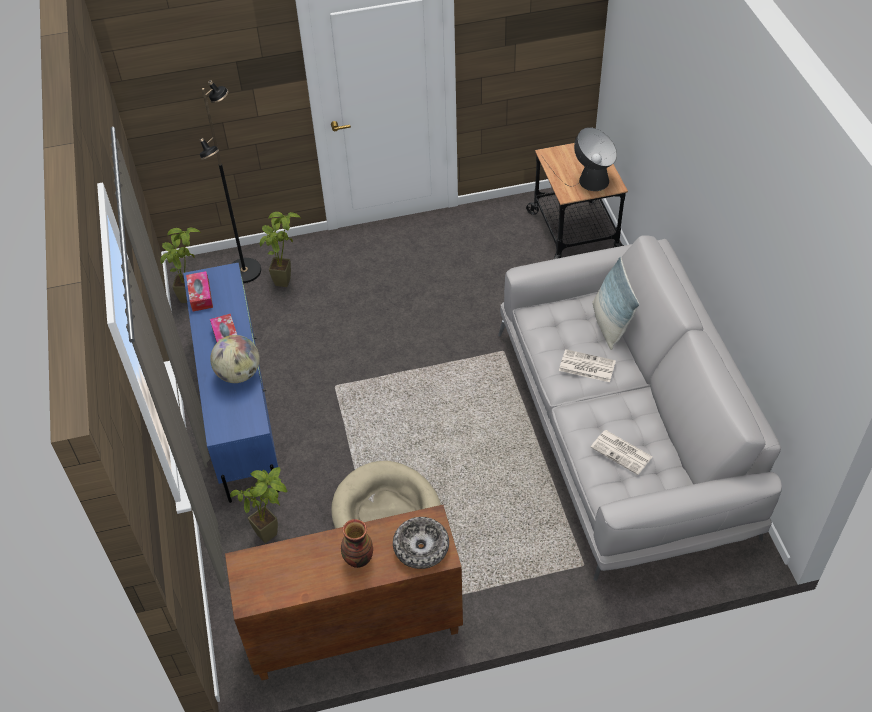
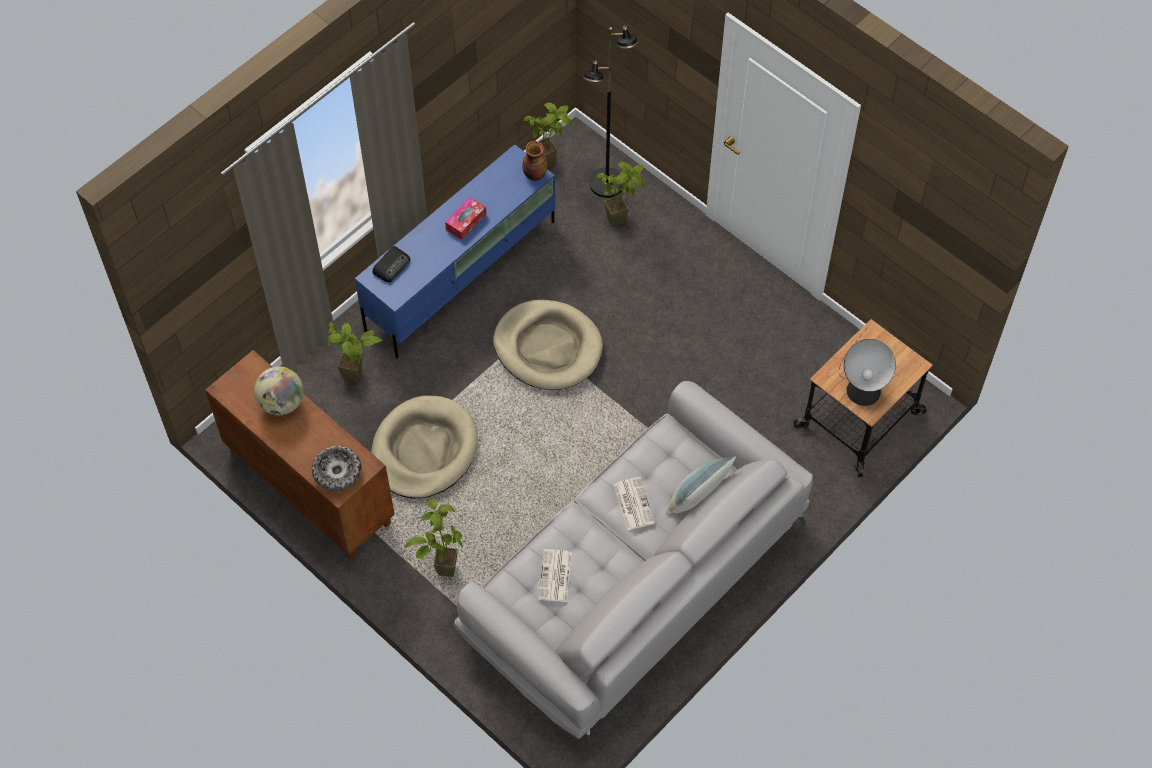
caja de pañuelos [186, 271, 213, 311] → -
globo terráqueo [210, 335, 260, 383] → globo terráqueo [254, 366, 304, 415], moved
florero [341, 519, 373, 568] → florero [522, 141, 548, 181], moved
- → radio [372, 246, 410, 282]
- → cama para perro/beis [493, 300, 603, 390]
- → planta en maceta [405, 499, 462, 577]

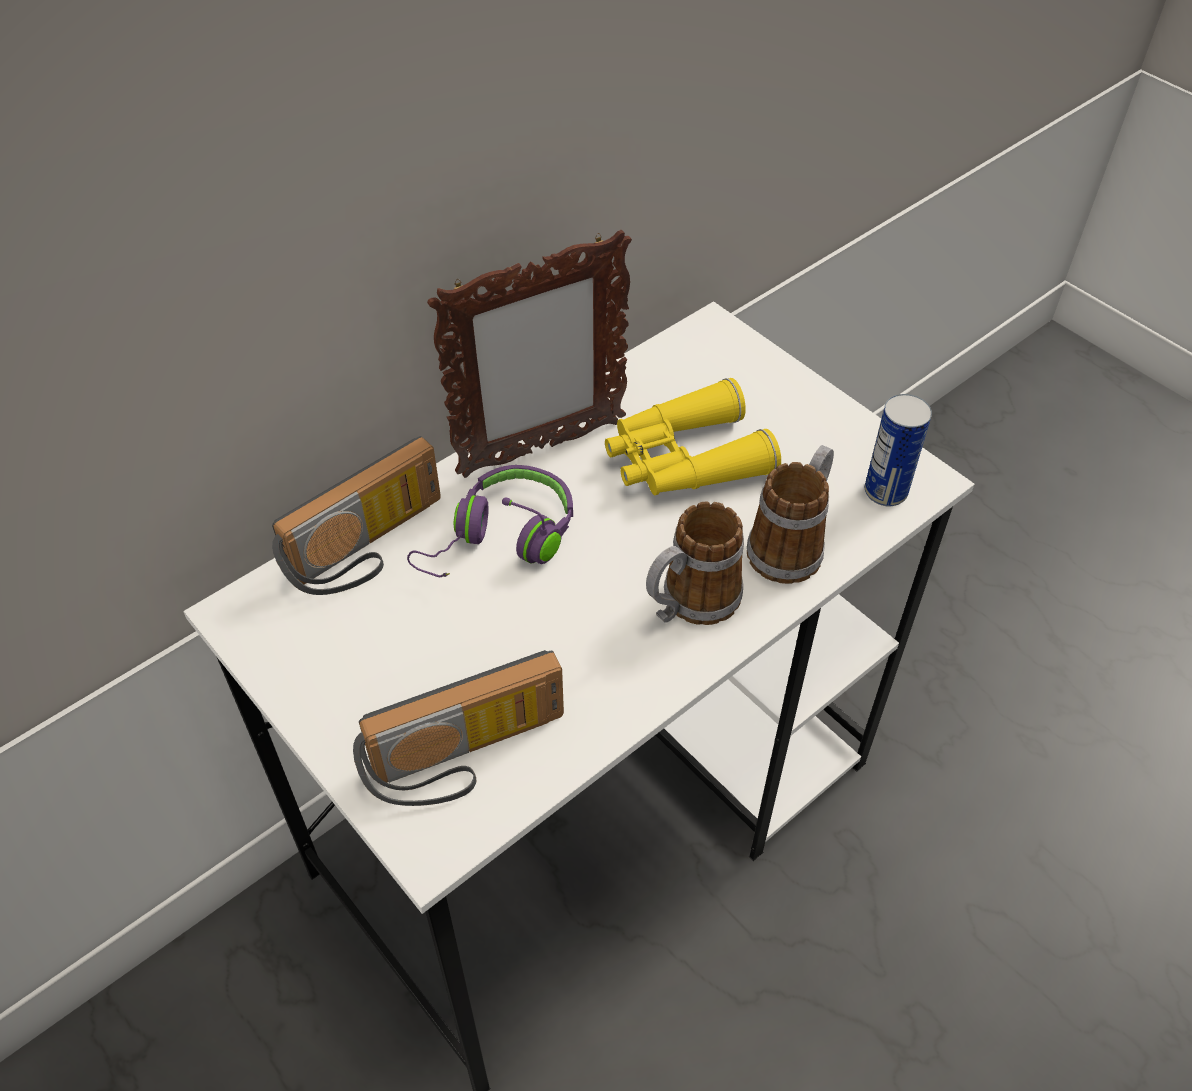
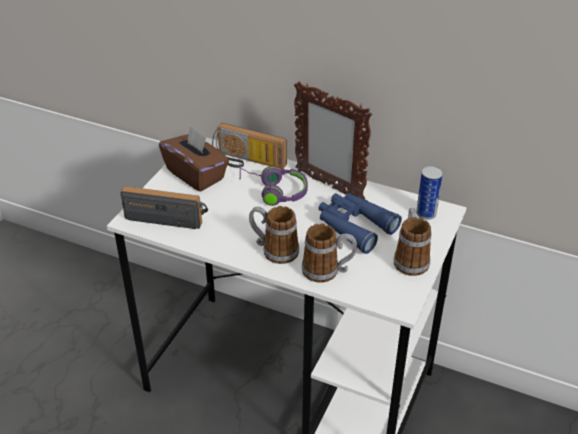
prismáticos/amarillo [605, 378, 781, 495] → prismáticos/azul [318, 193, 402, 254]
lata [865, 394, 932, 506] → lata [416, 166, 443, 220], moved
radio [353, 650, 564, 806] → radio [121, 186, 208, 229], 150 degrees clockwise
- → caja de pañuelos/marrón [159, 126, 229, 192]
- → taza grande [394, 208, 431, 276]

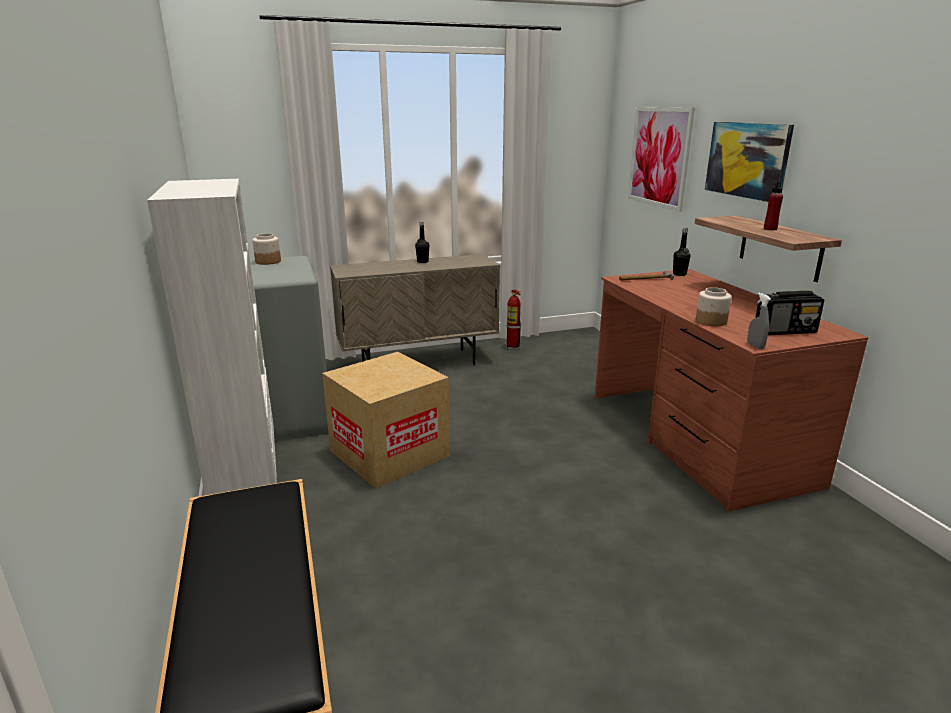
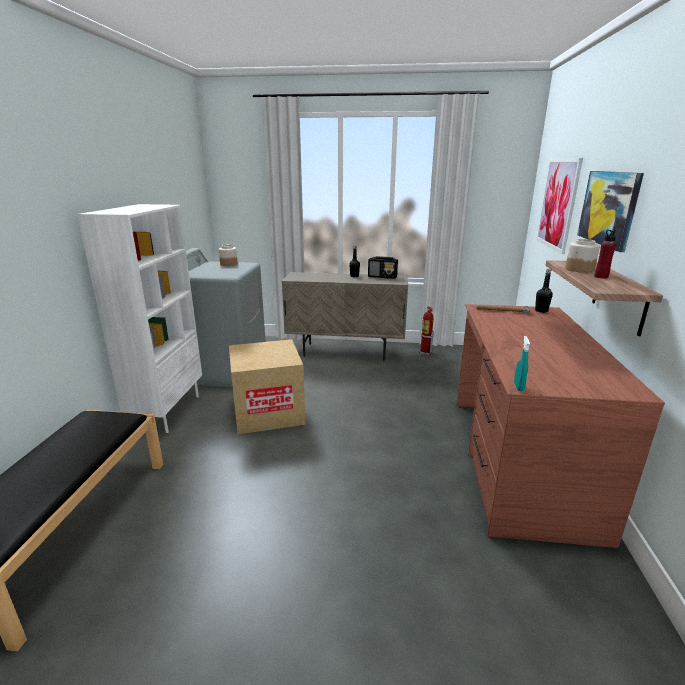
tarro [696, 287, 731, 326] → tarro [565, 239, 600, 273], moved
radio [755, 291, 824, 335] → radio [368, 256, 398, 279], moved
pulverizador/gris [747, 293, 771, 349] → pulverizador/turquesa [514, 336, 530, 391]

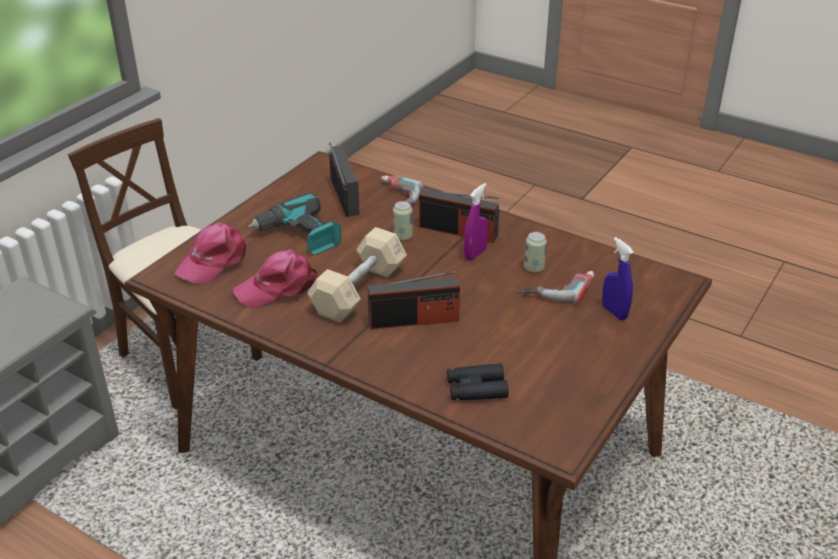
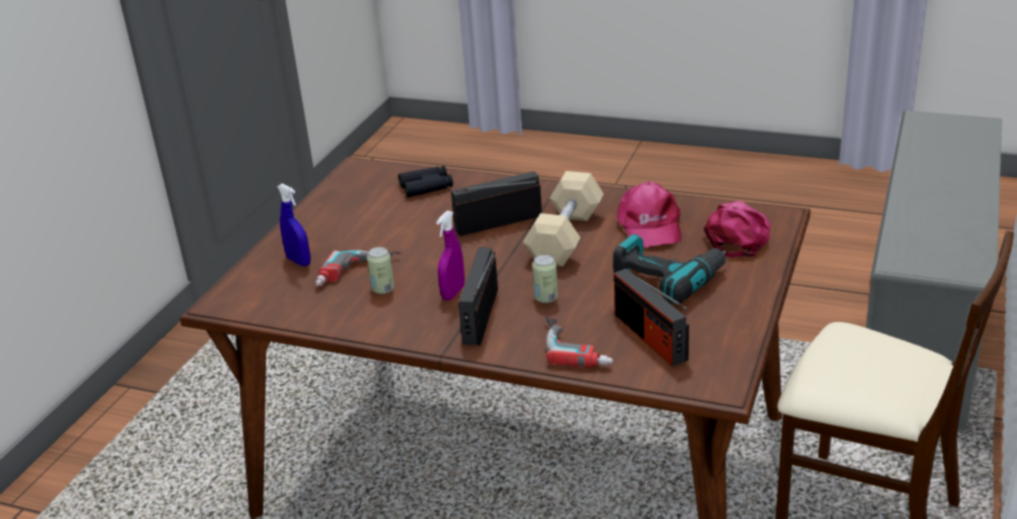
radio [419, 188, 499, 243] → radio [458, 247, 498, 345], 90 degrees counterclockwise
gorra/rosa [233, 250, 318, 308] → gorra/rosa [617, 182, 682, 248], 120 degrees clockwise

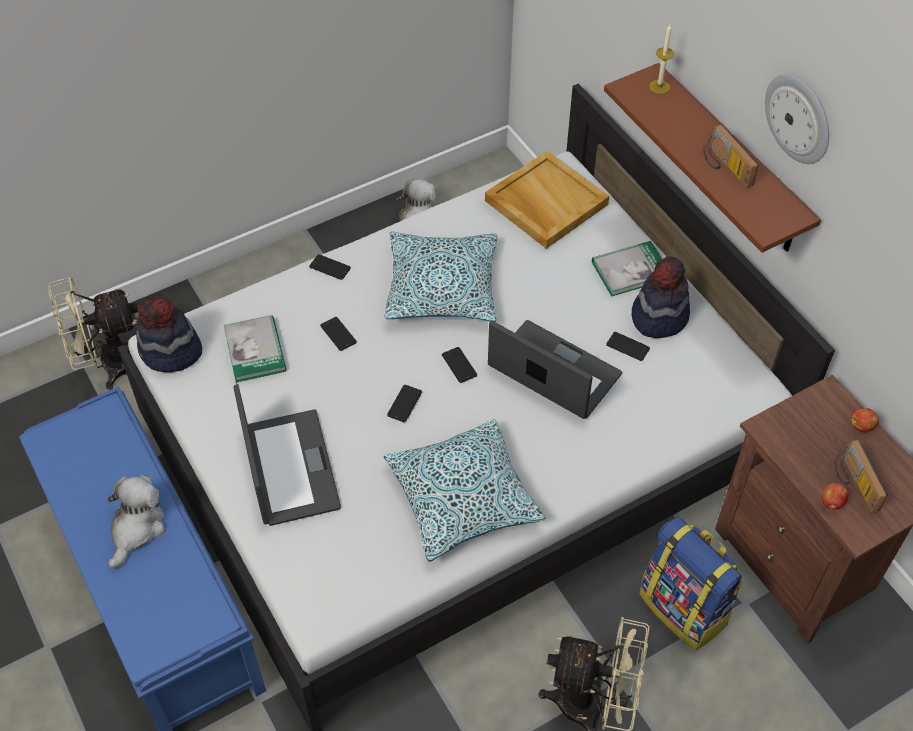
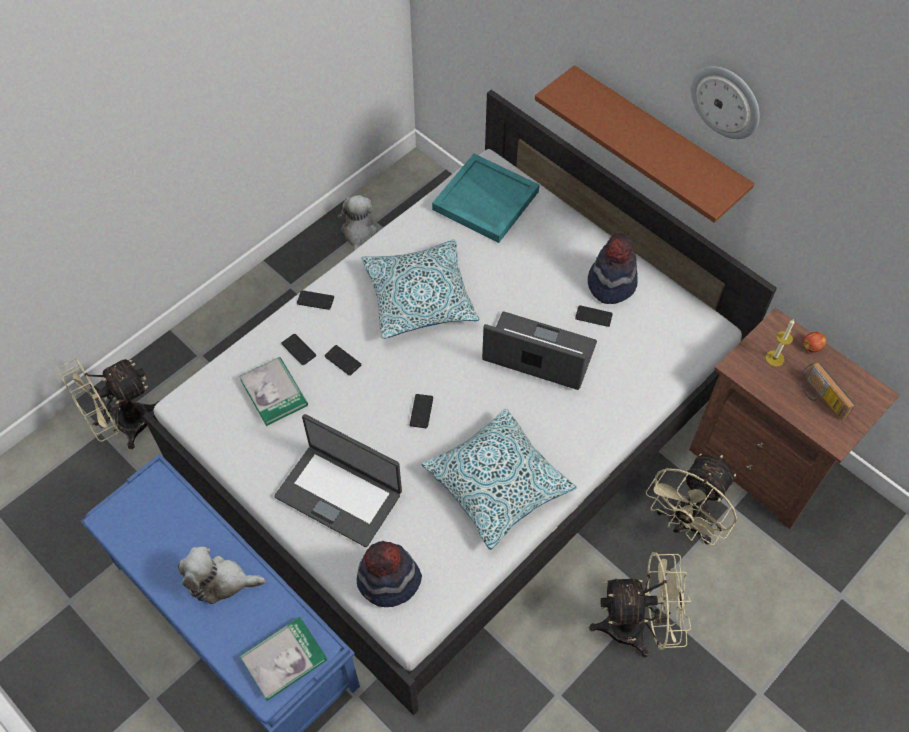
vela [649, 24, 674, 94] → vela [766, 319, 794, 367], moved
radio [703, 124, 759, 188] → -
bandeja/beis [485, 151, 609, 249] → bandeja/turquesa [432, 154, 539, 243]
libro [592, 241, 662, 297] → libro [240, 617, 327, 701], moved
sombrero [136, 295, 202, 372] → sombrero [357, 541, 422, 607], moved
móvil [442, 347, 477, 383] → móvil [281, 334, 316, 365], moved
portátil [233, 384, 341, 526] → portátil [274, 414, 402, 547], 150 degrees clockwise
peluche [107, 475, 165, 568] → peluche [178, 547, 266, 604], 90 degrees counterclockwise
manzana [822, 483, 848, 509] → -
mochila [640, 517, 743, 650] → ventilador/beis [646, 454, 737, 545]

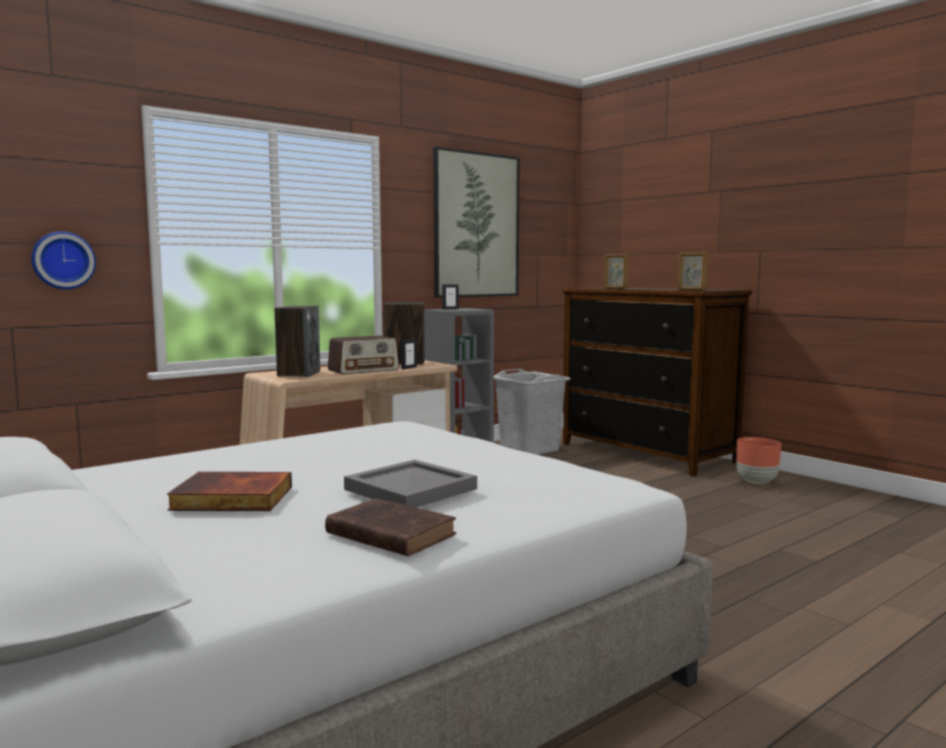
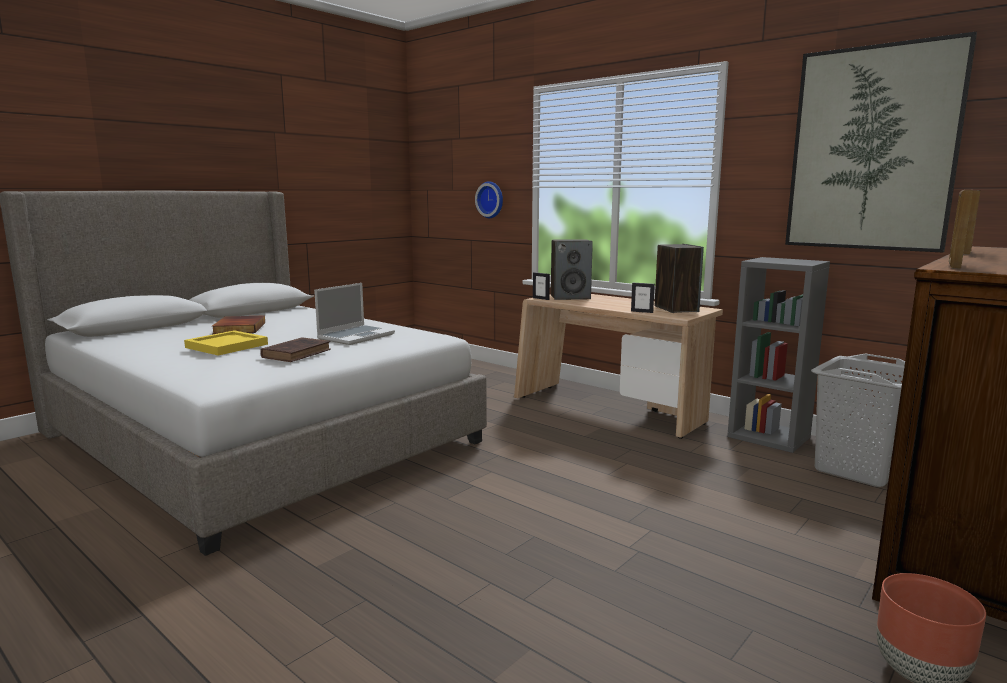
portarretratos [442, 284, 459, 310] → portarretratos [533, 272, 550, 300], moved
radio [328, 336, 399, 374] → -
bandeja/gris [344, 460, 477, 508] → bandeja/amarillo [184, 330, 268, 355]
libro/marrón [325, 498, 456, 557] → libro/marrón [260, 337, 331, 362], moved
- → portátil [314, 283, 395, 345]

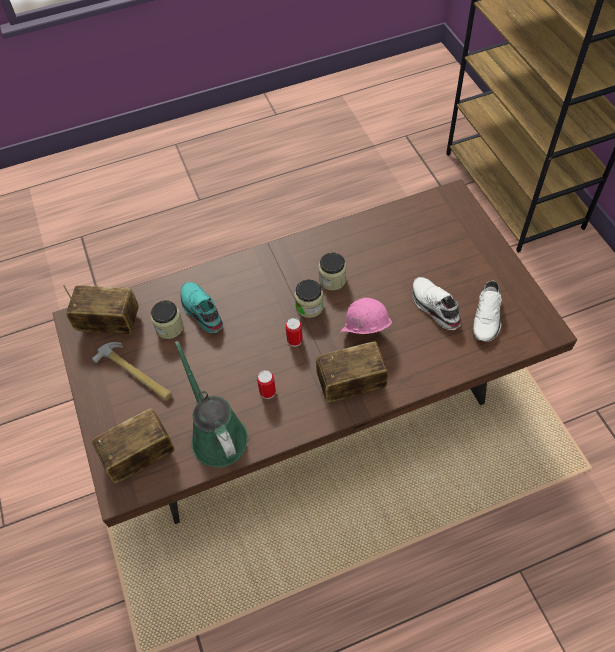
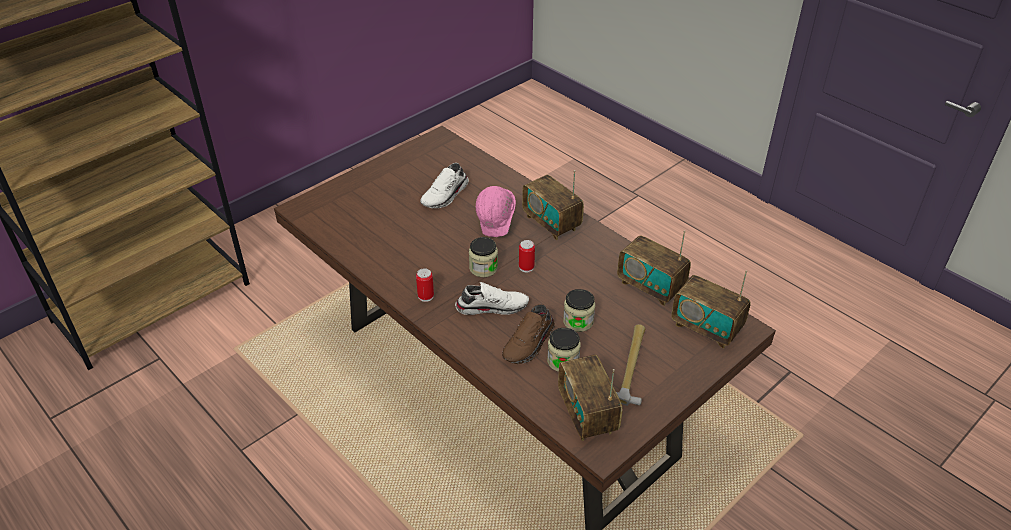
tarro [318, 252, 346, 290] → tarro [563, 289, 595, 332], moved
zapato/blanco [473, 281, 502, 342] → zapato/blanco [455, 282, 529, 315], moved
zapato/turquesa [181, 282, 223, 333] → zapato/marrón [502, 304, 555, 364]
regadera/verde [175, 341, 248, 467] → radio [617, 230, 691, 306]
lata [257, 370, 276, 399] → lata [416, 268, 434, 302], moved

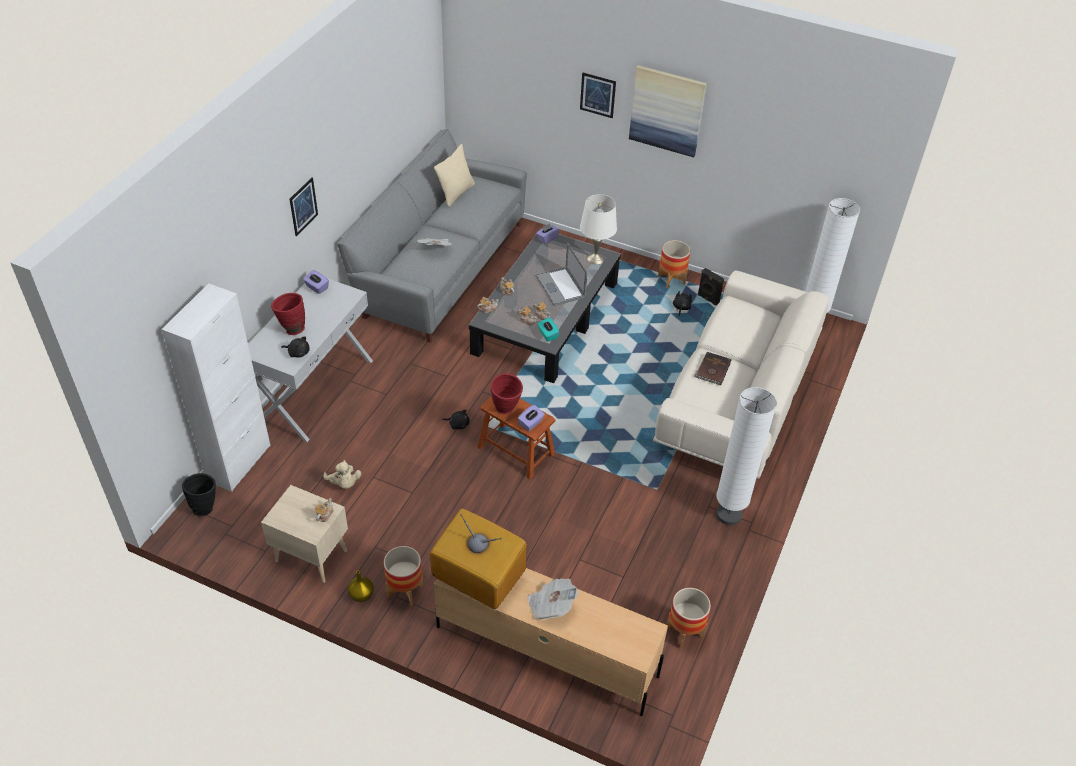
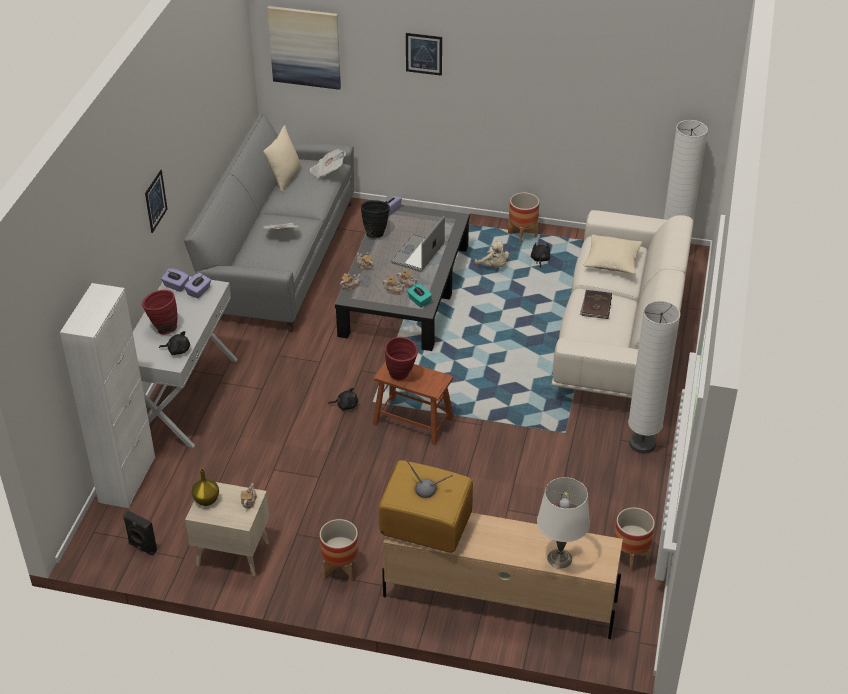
cuadro [629, 65, 707, 158] → cuadro [267, 6, 341, 90], moved
lámpara de mesa/blanco [580, 194, 617, 265] → lámpara de mesa/blanco [537, 477, 590, 569], moved
portátil [536, 242, 587, 306] → portátil [391, 216, 445, 272], 60 degrees clockwise
altavoz/negro [698, 268, 724, 305] → altavoz/negro [123, 511, 157, 556], moved
caja de pañuelos/morado [518, 405, 545, 431] → caja de pañuelos/morado [184, 273, 211, 299], moved
peluche/beis [323, 460, 361, 489] → peluche/beis [475, 241, 509, 268], moved
florero/negro [182, 473, 216, 516] → florero/negro [361, 200, 390, 238], moved
florero/amarillo [348, 571, 374, 602] → florero/amarillo [192, 469, 219, 506], moved
periódico [527, 579, 578, 620] → periódico [309, 149, 346, 179], moved
- → cojín/beis [584, 235, 642, 274]

